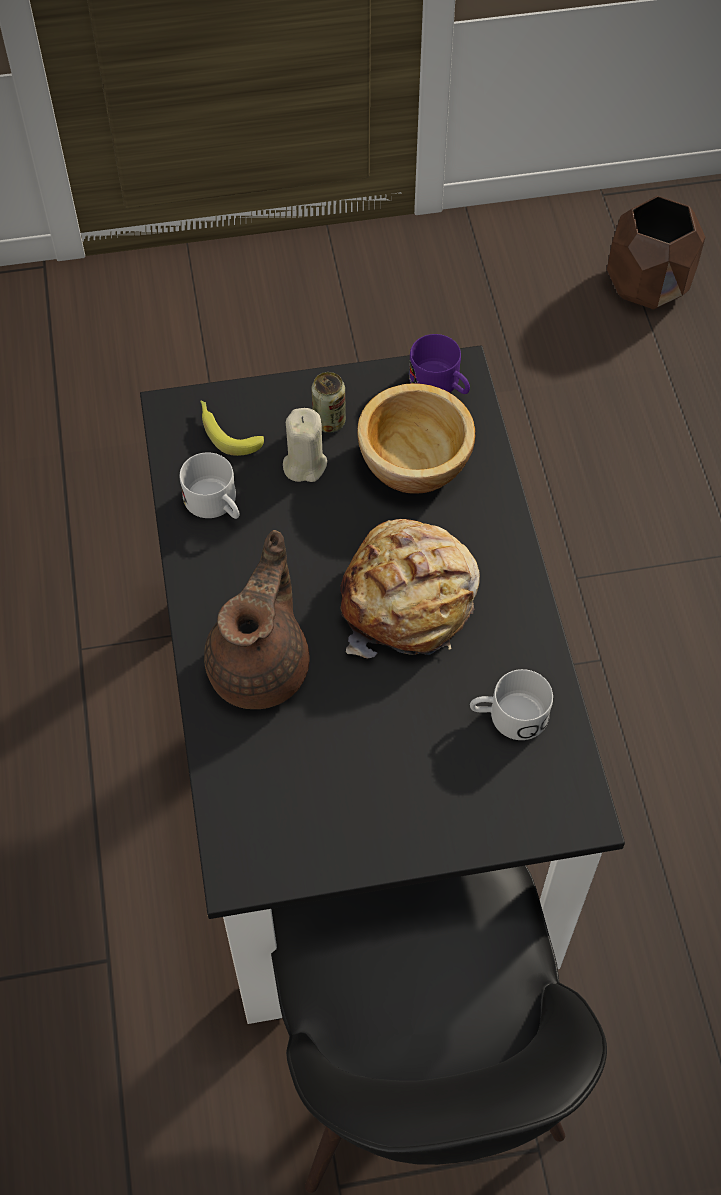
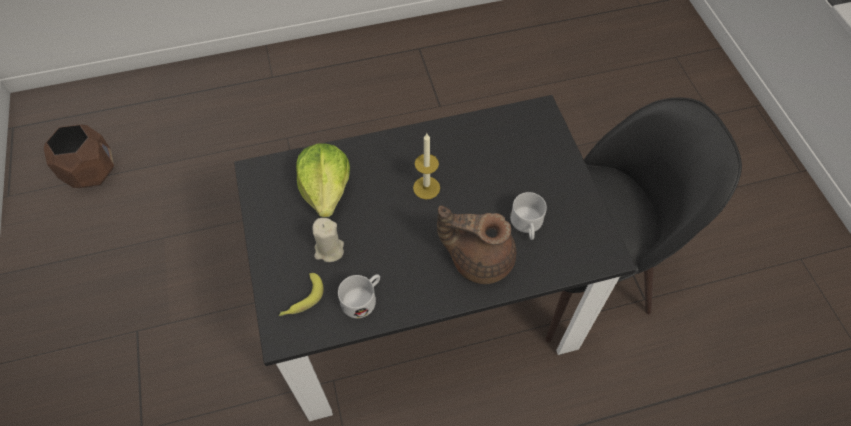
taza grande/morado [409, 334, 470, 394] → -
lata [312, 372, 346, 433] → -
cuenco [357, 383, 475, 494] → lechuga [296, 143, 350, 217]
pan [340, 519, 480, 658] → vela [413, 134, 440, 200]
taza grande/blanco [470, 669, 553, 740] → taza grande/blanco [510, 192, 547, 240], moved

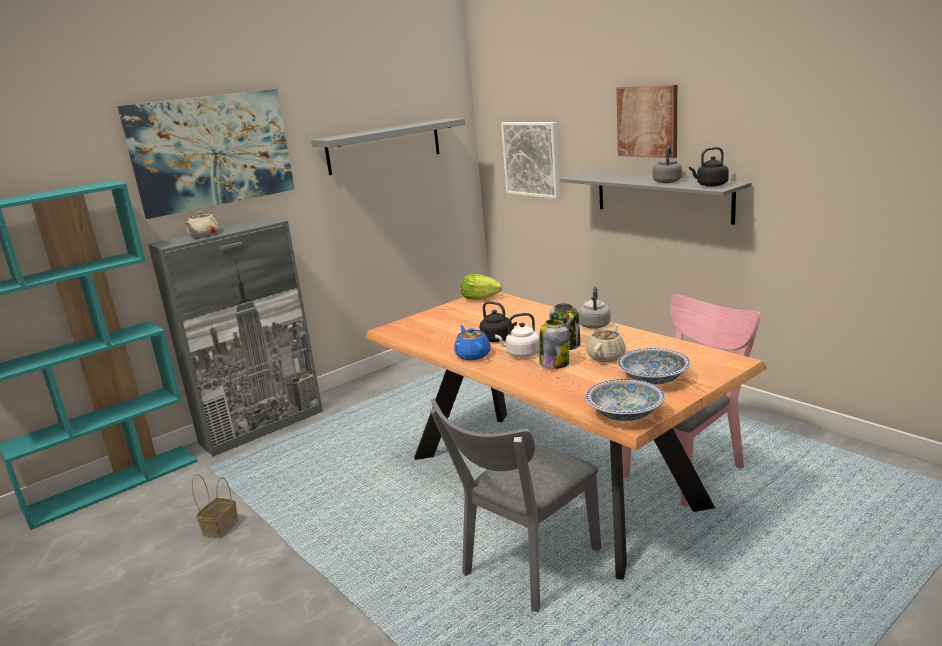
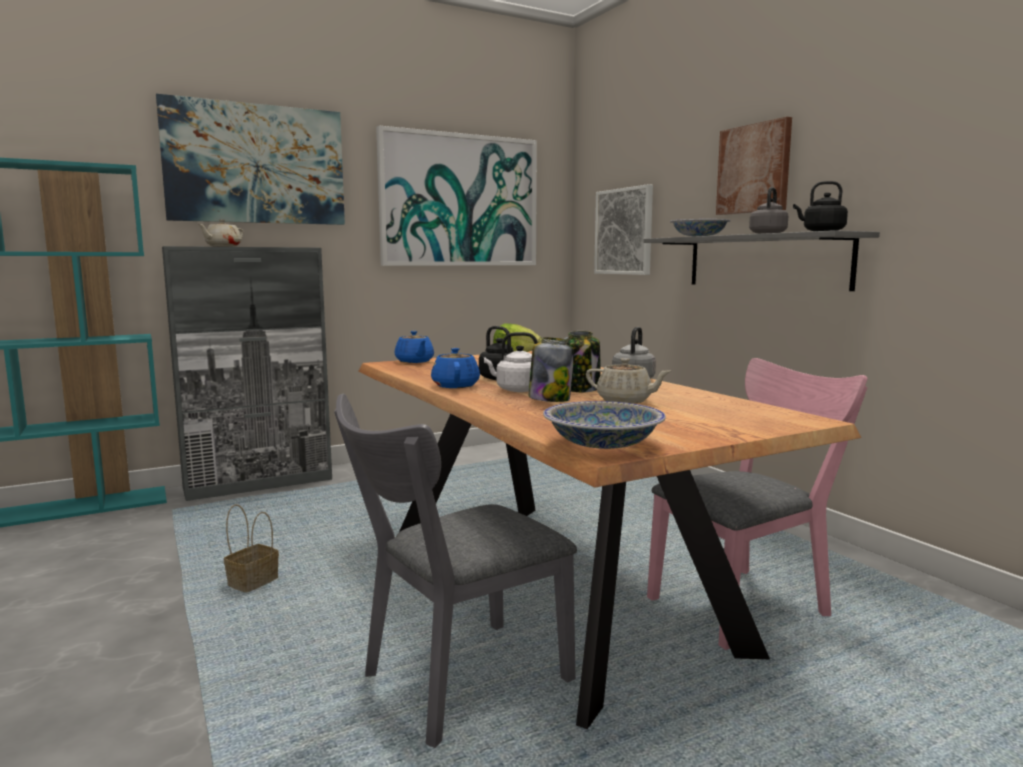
estante/gris [311, 118, 465, 175] → cuadro [376, 125, 537, 266]
tetera/beis [586, 324, 626, 362] → tetera/beis [586, 358, 671, 404], 75 degrees clockwise
cuenco [617, 348, 690, 384] → cuenco [670, 219, 731, 236], moved
cesta [192, 474, 239, 538] → cesta [224, 504, 279, 593], moved
- → tetera/azul [394, 331, 434, 363]

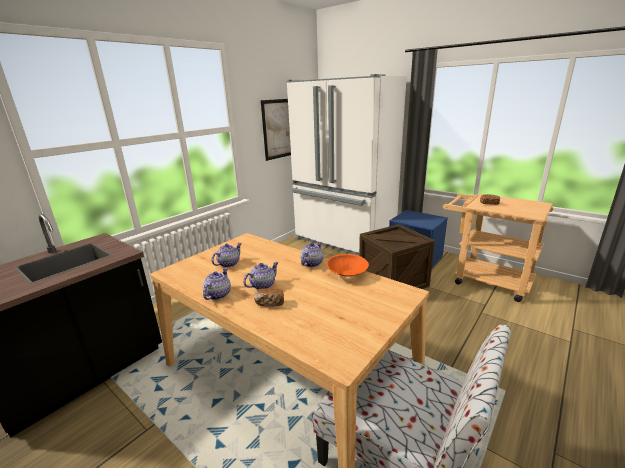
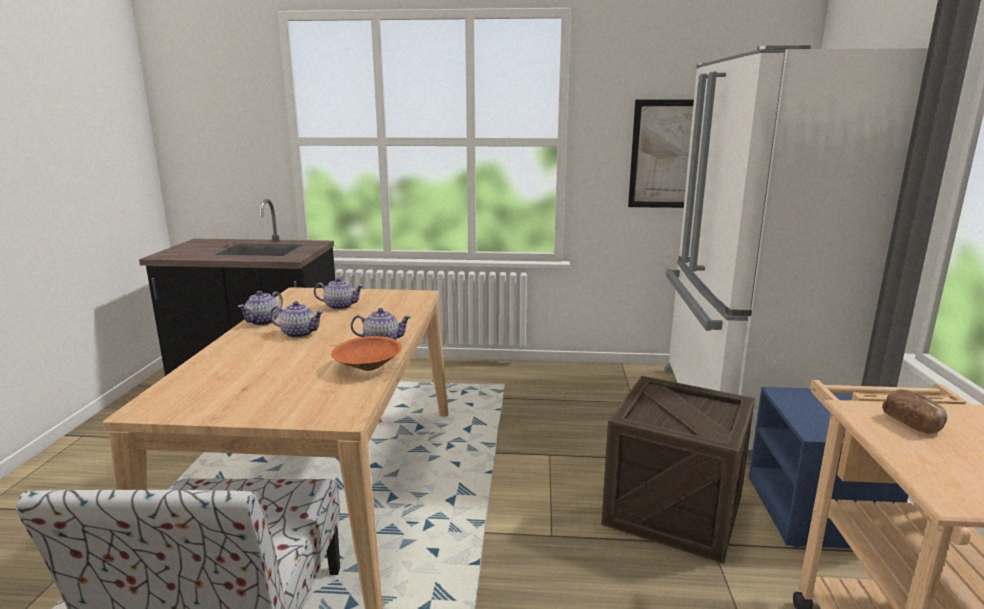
tetera [203, 268, 231, 300] → tetera [238, 291, 283, 325], 135 degrees clockwise
pan [254, 288, 284, 307] → -

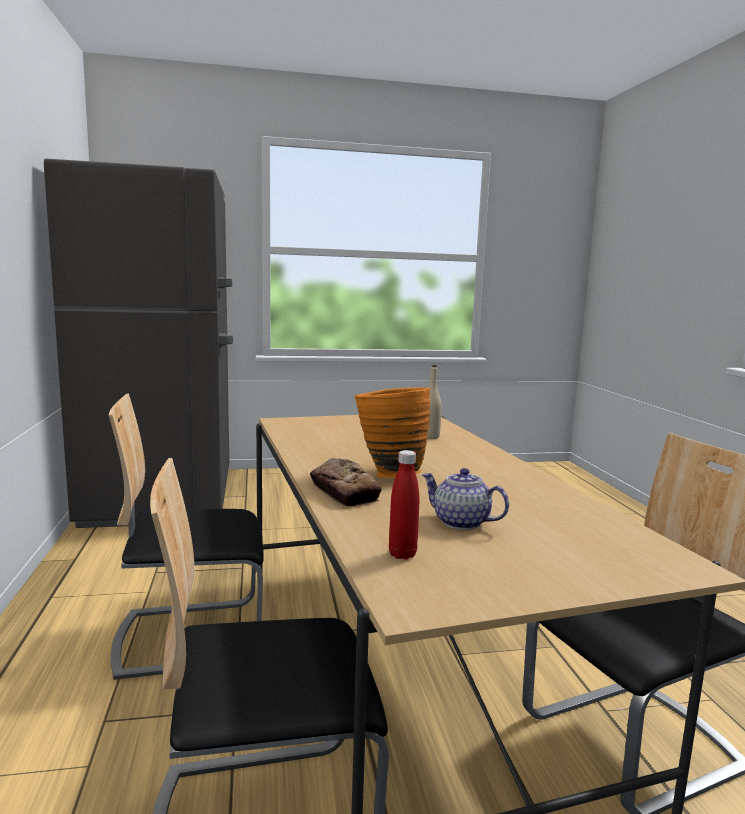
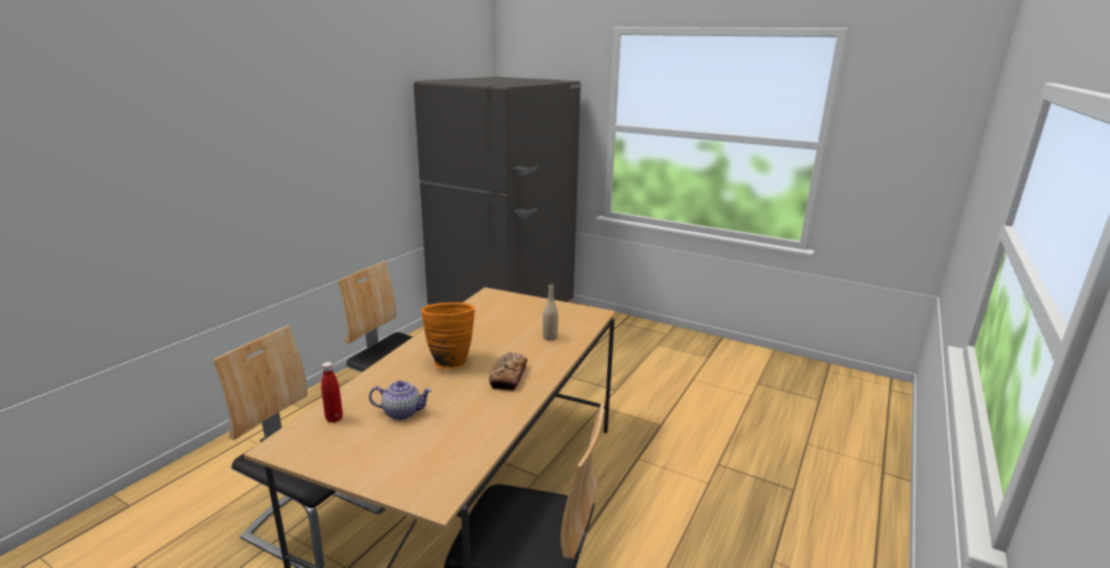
pan [310, 458, 382, 506] → pan [489, 352, 528, 391], moved
tetera [422, 468, 509, 530] → tetera [369, 380, 432, 420], 105 degrees clockwise

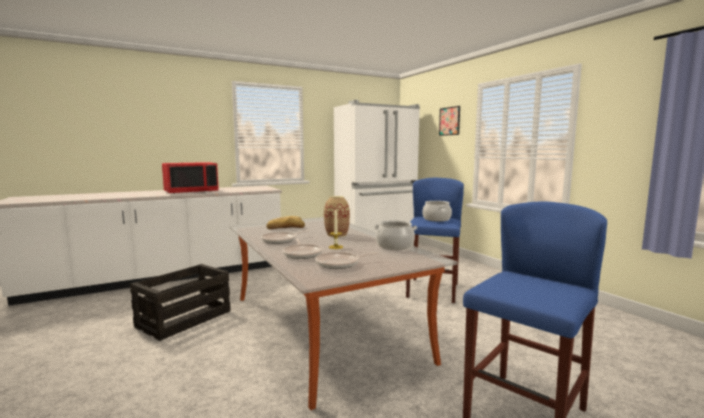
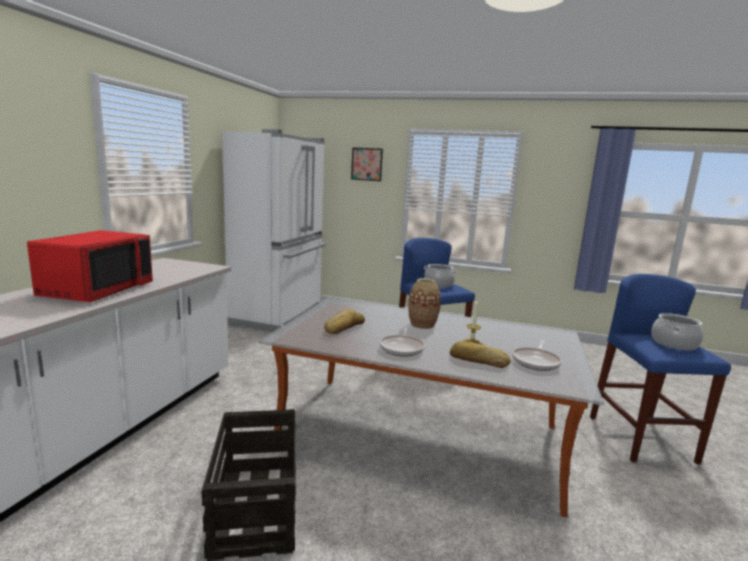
olla [374, 220, 417, 250] → olla [651, 313, 703, 350], moved
sartén [283, 239, 323, 259] → pan [450, 340, 511, 368]

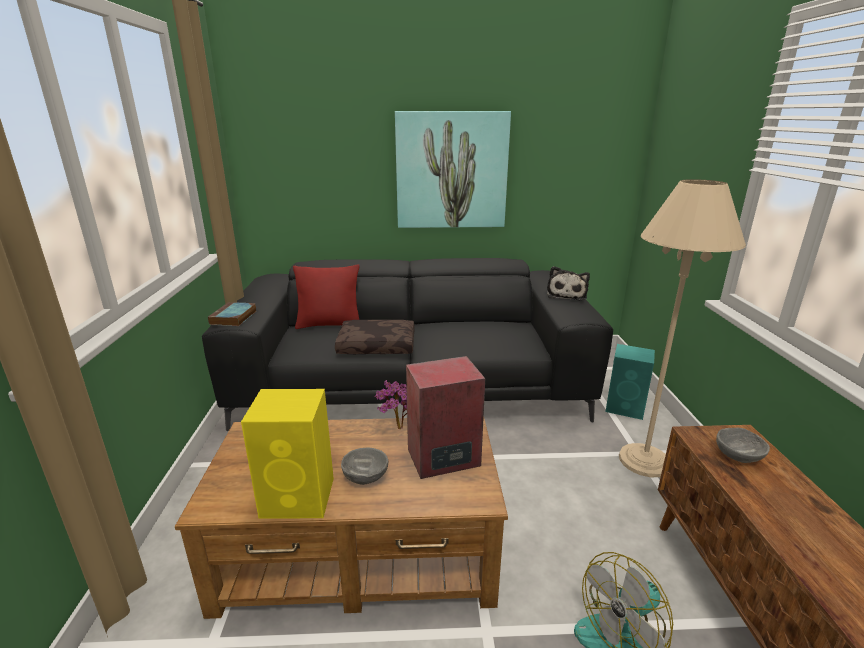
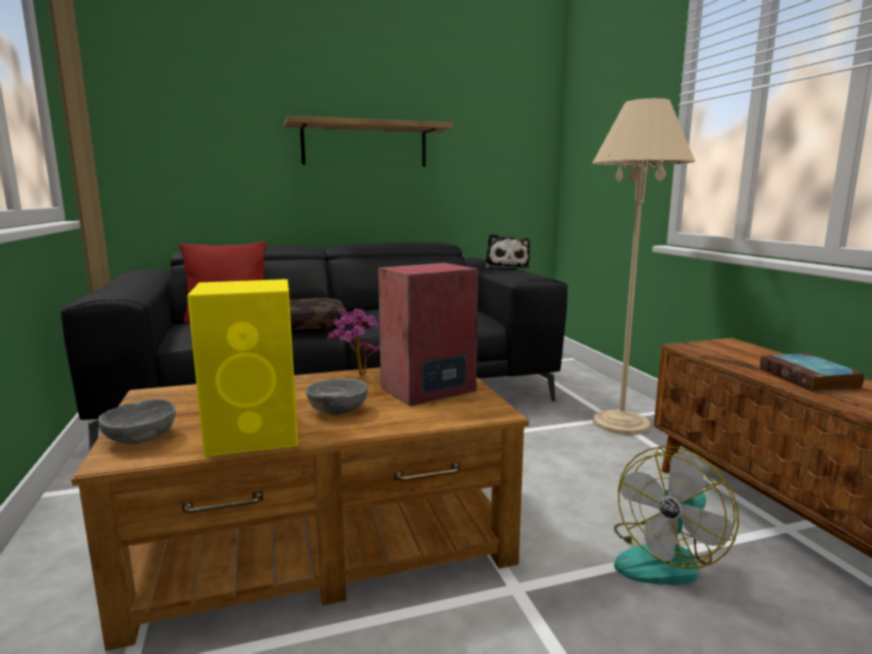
cuadro [395, 111, 511, 228] → estante [284, 116, 453, 166]
libro [208, 302, 256, 326] → libro [760, 353, 865, 392], moved
altavoz/turquesa [605, 344, 655, 420] → -
cuenco/gris [716, 428, 770, 463] → cuenco/gris [98, 399, 176, 445], moved

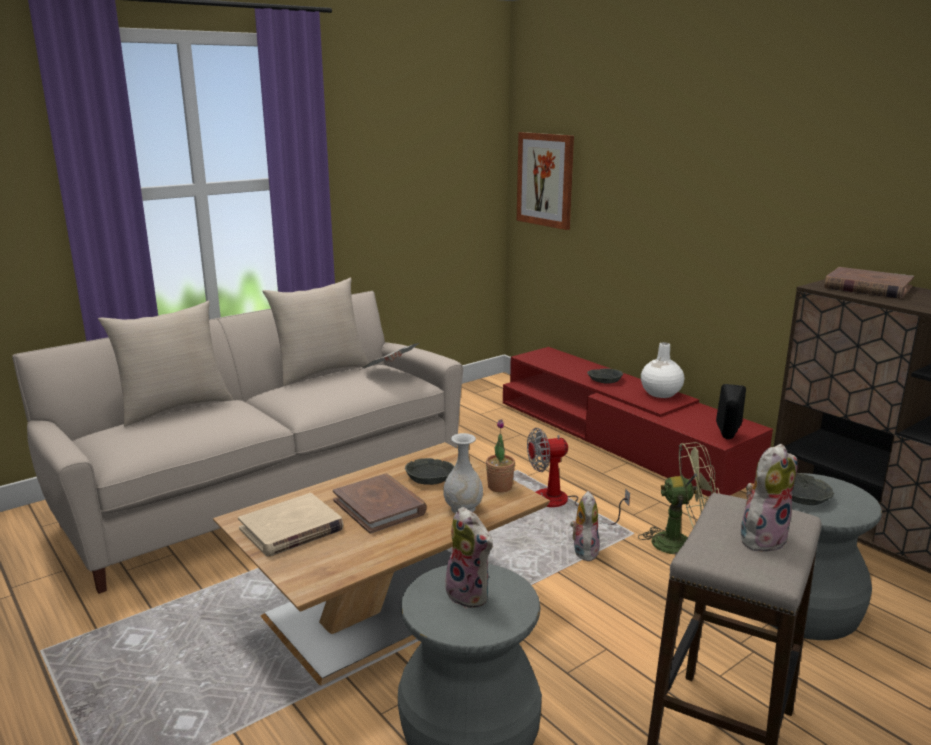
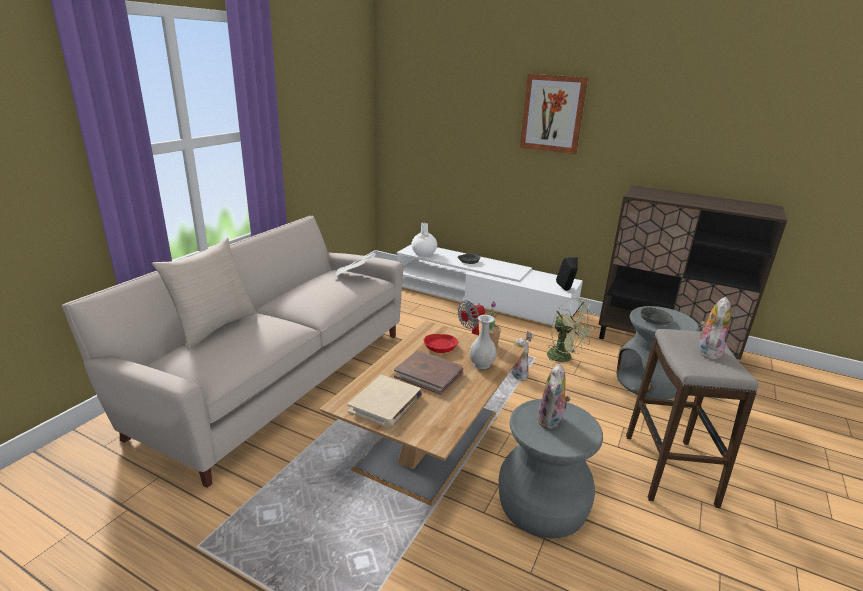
cuadro [517, 132, 574, 230] → cuadro [520, 74, 588, 154], moved
libro/marrón [824, 267, 914, 299] → -
cojín/beis [262, 277, 369, 386] → -
florero/blanco [641, 342, 685, 398] → florero/blanco [411, 223, 437, 257], moved
mueble de televisión/rojo [503, 347, 773, 496] → mueble de televisión/blanco [397, 245, 583, 326]
ventilador/verde [638, 442, 719, 555] → ventilador/verde [547, 298, 596, 367], 75 degrees clockwise
cuenco/gris [405, 458, 454, 485] → cuenco/rojo [423, 334, 458, 353]
peluche [445, 507, 493, 609] → peluche [537, 364, 570, 429], 90 degrees clockwise

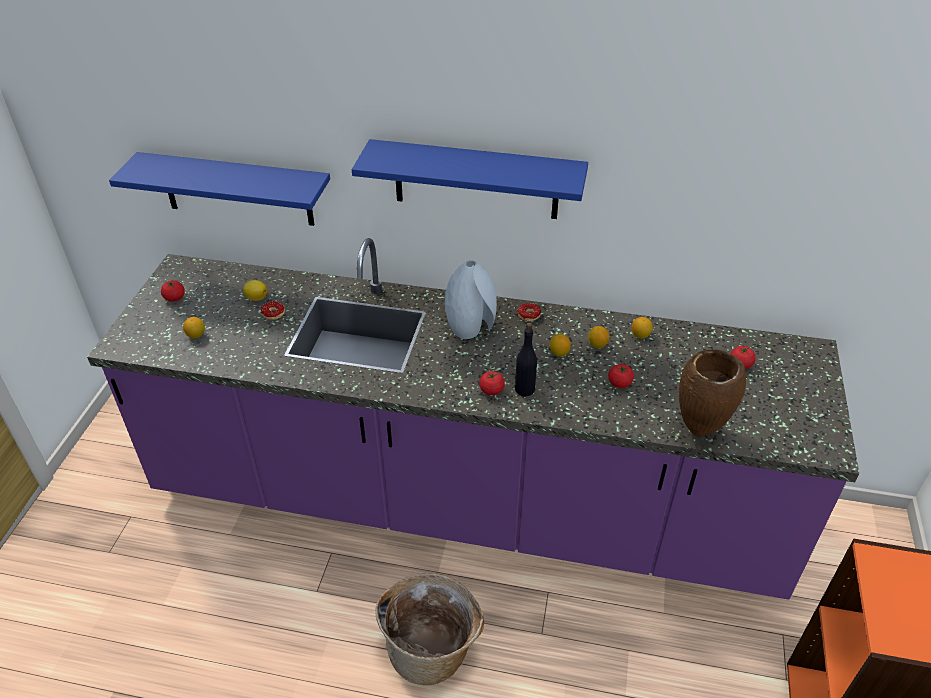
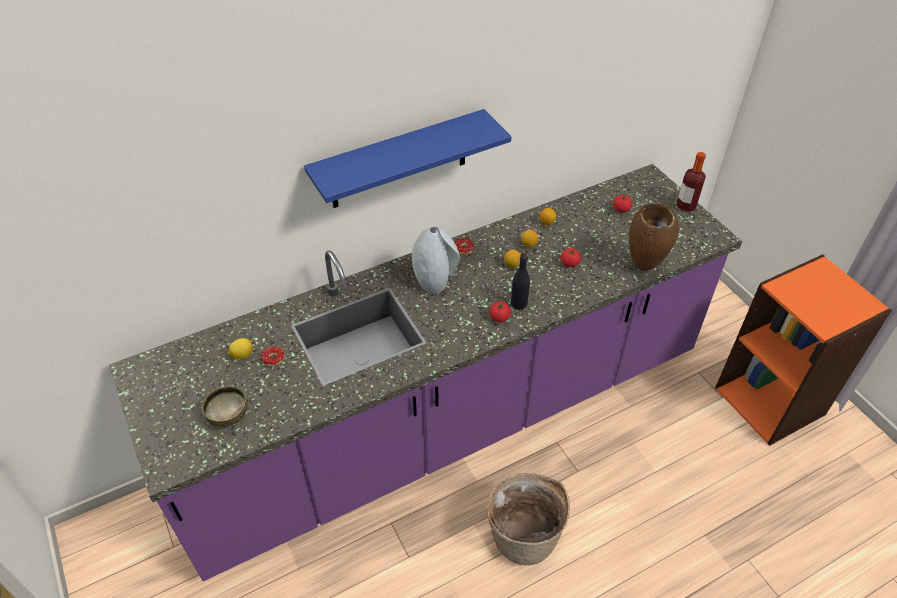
estante/azul [109, 152, 330, 226] → -
tomate [161, 280, 185, 302] → -
limón [183, 317, 205, 339] → cuenco [202, 386, 247, 427]
- → botella [676, 152, 706, 212]

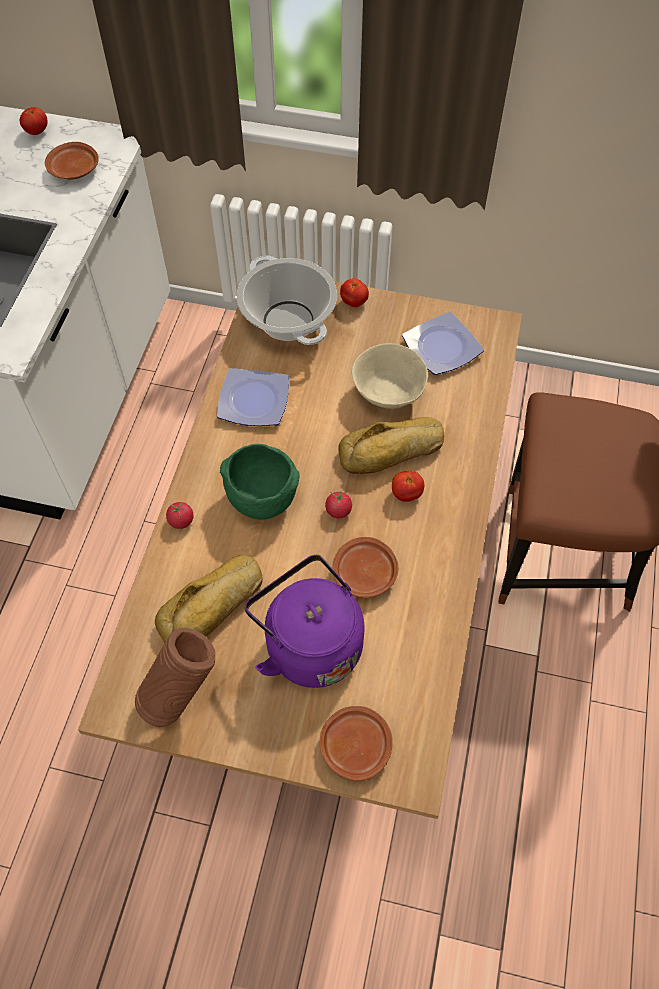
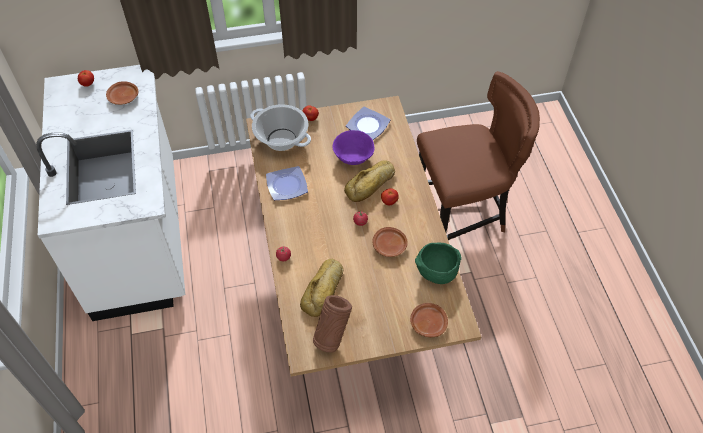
cuenco/beis [352, 343, 428, 409] → cuenco/morado [333, 130, 374, 165]
cuenco/verde [220, 444, 300, 520] → cuenco/verde [415, 242, 462, 284], moved
hervidor/morado [245, 555, 365, 688] → -

